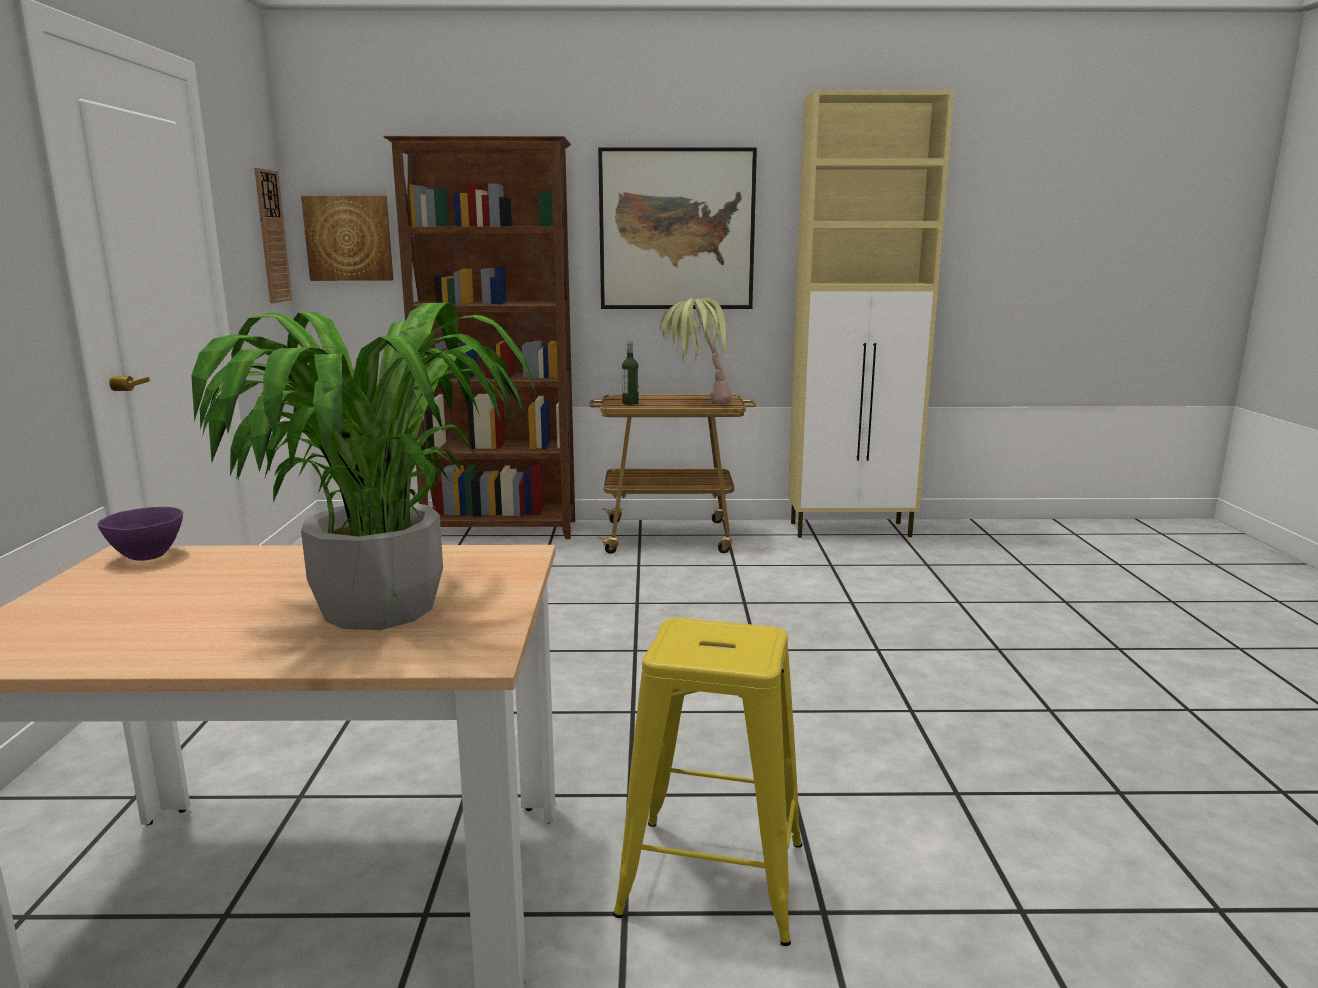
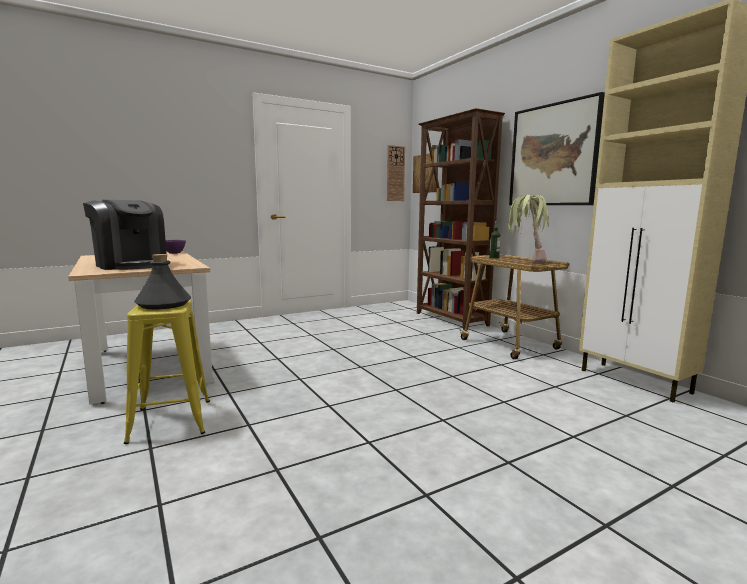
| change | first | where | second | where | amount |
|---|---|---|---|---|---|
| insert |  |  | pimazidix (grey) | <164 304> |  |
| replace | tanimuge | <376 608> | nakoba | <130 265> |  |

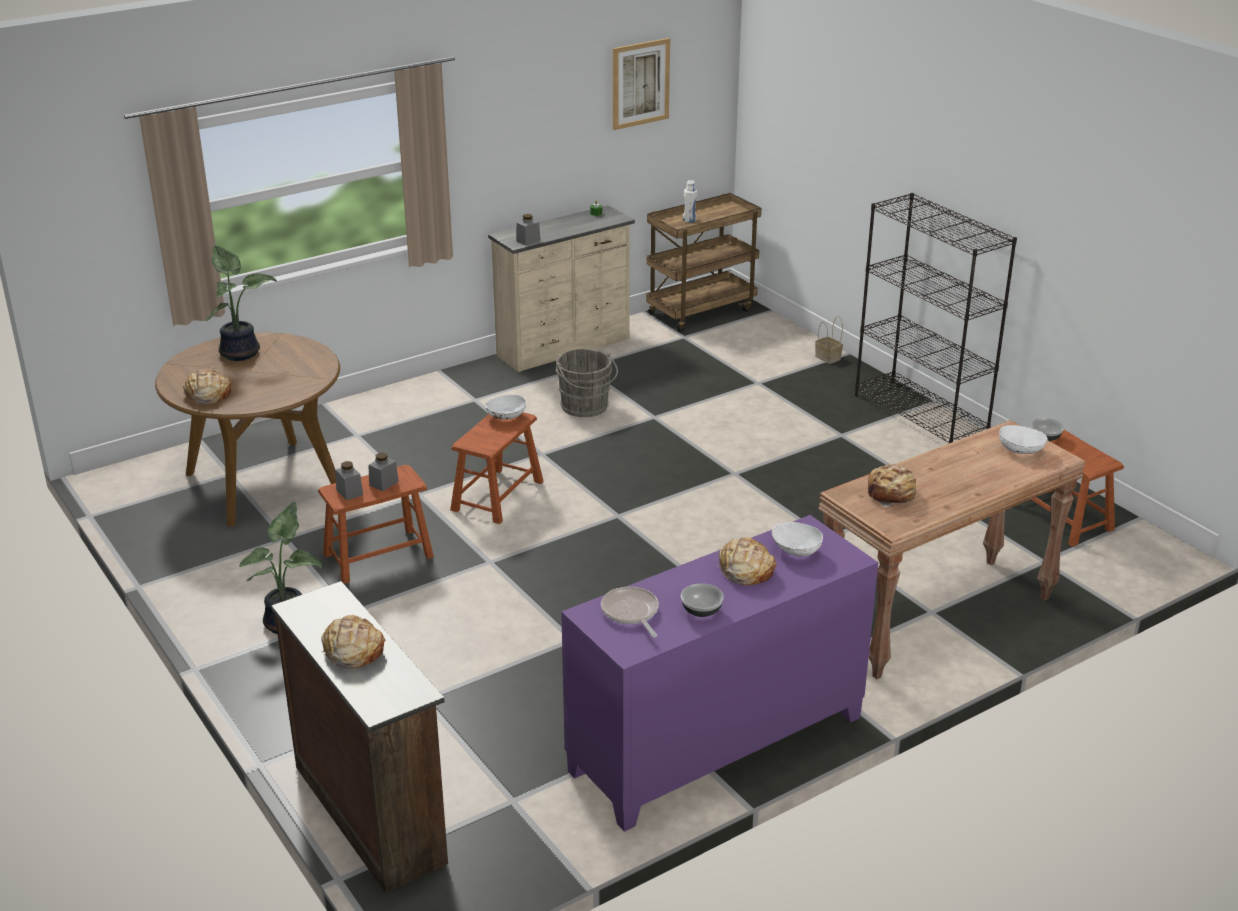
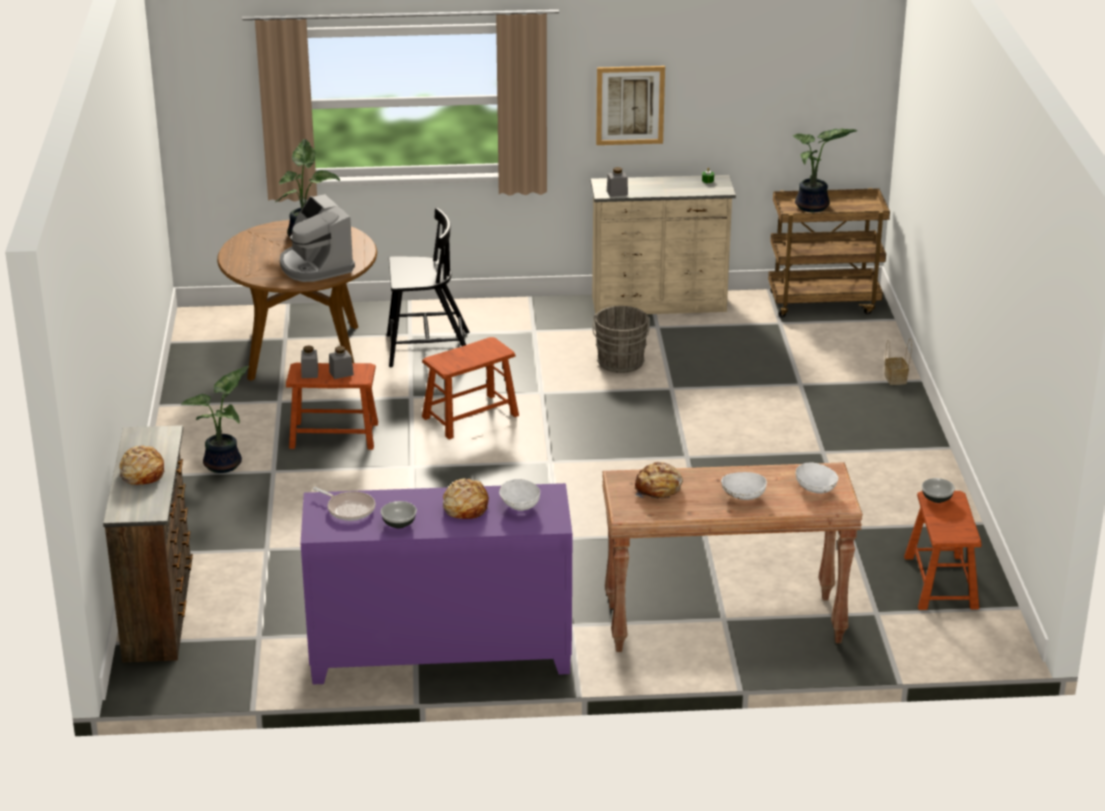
| change | first | where | second | where | amount |
|---|---|---|---|---|---|
| delete | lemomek | <207 395> |  |  |  |
| delete | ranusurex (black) | <921 415> |  |  |  |
| insert |  |  | nakoba | <315 266> |  |
| insert |  |  | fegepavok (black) | <427 349> |  |
| move | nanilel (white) | <506 417> |  | <743 496> |  |
| move | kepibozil | <640 83> |  | <630 105> |  |
| replace | pimazidix (white) | <689 220> | tanimuge | <813 207> |  |
| rotate | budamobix | <631 613> |  | <349 509> | 120 degrees clockwise |

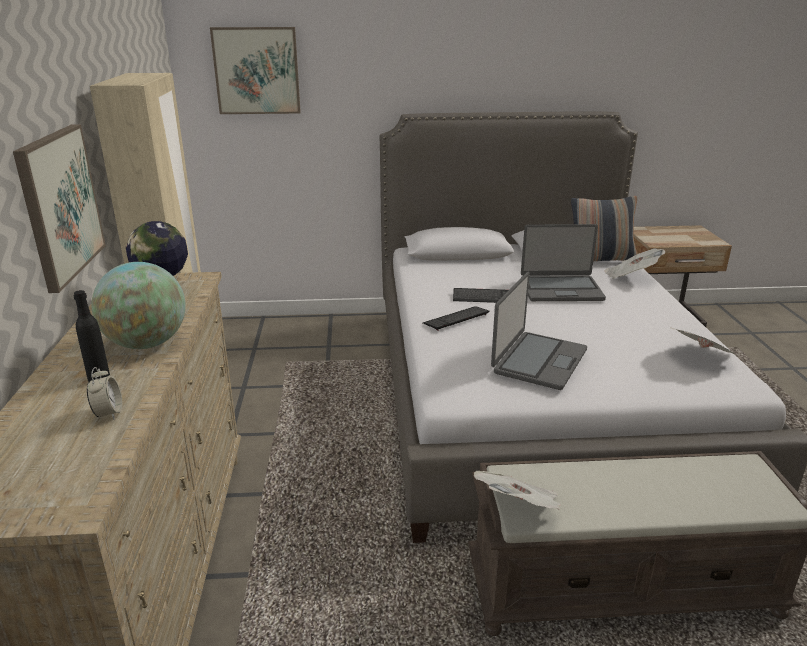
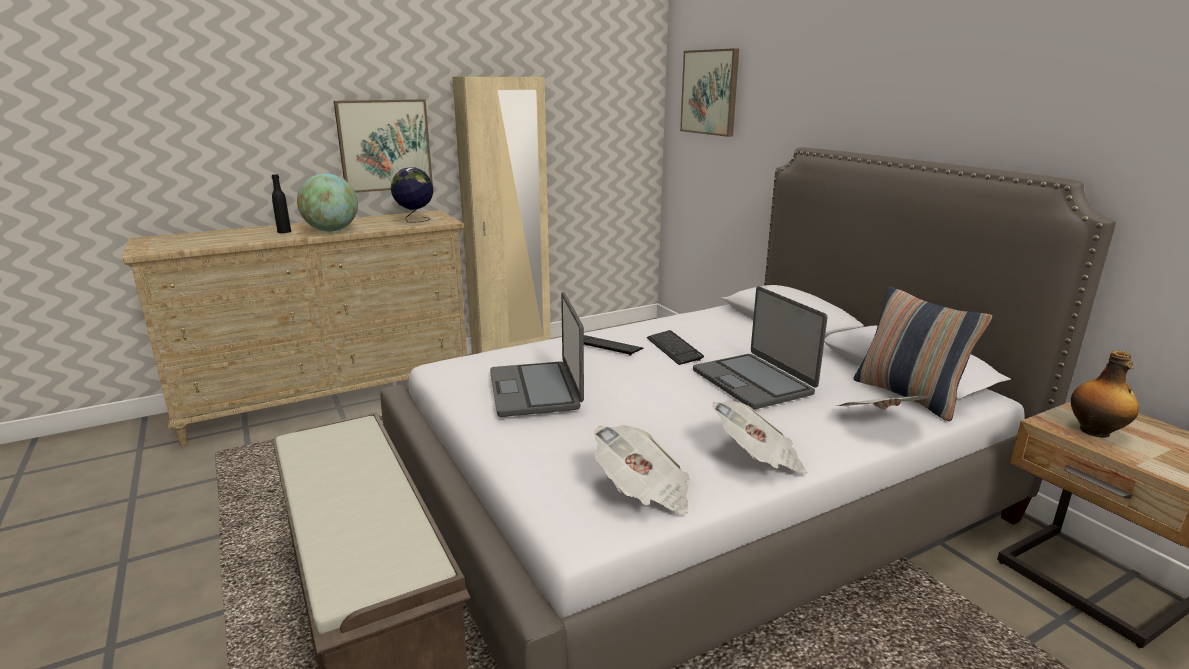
| change | first | where | second | where | amount |
|---|---|---|---|---|---|
| delete | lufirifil | <108 413> |  |  |  |
| insert |  |  | pimazidix | <1095 432> |  |
| move | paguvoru | <519 508> |  | <758 459> |  |
| rotate | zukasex | <538 361> |  | <536 390> | 75 degrees clockwise |

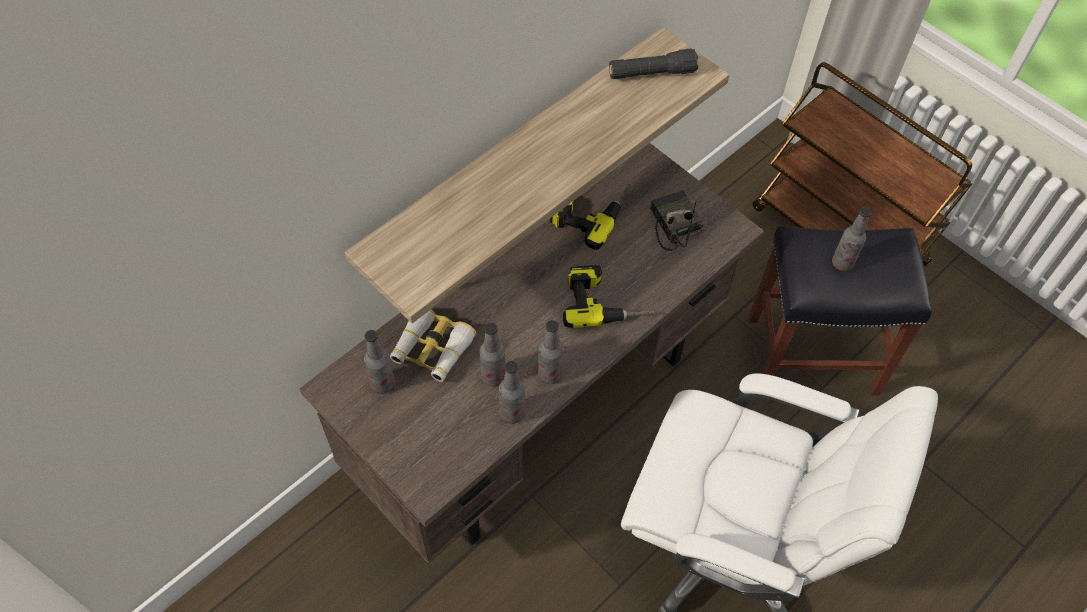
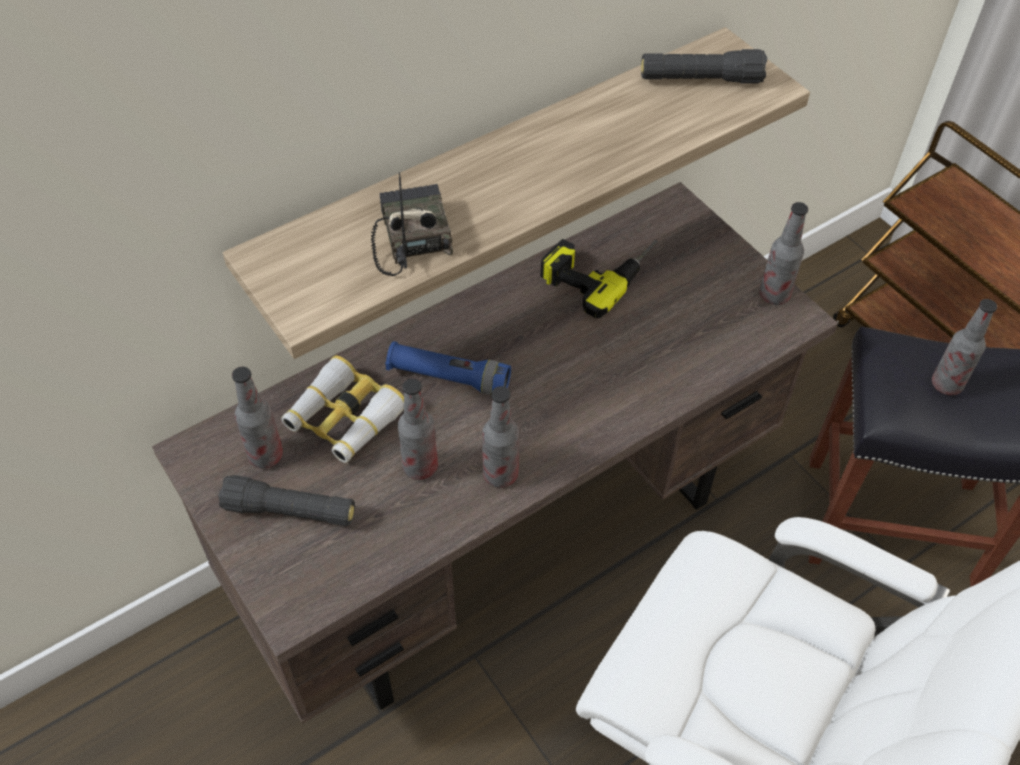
| change | first | where | second | where | amount |
|---|---|---|---|---|---|
| delete | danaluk | <606 300> |  |  |  |
| insert |  |  | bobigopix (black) | <290 511> |  |
| insert |  |  | bobigopix (blue) | <448 378> |  |
| move | pimazidix | <512 413> |  | <774 295> |  |
| move | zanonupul | <672 224> |  | <410 237> |  |

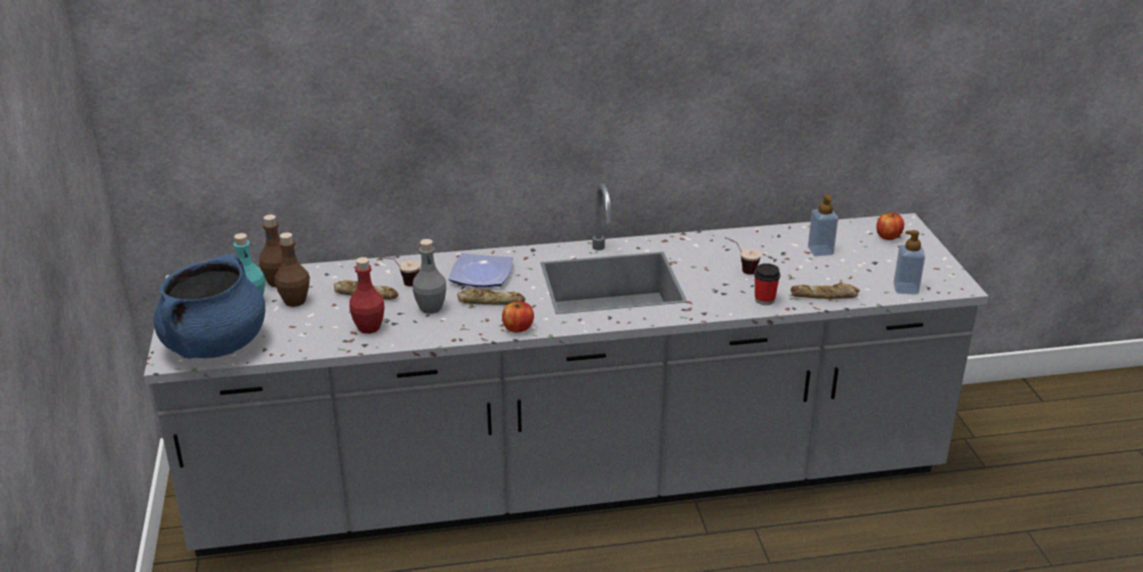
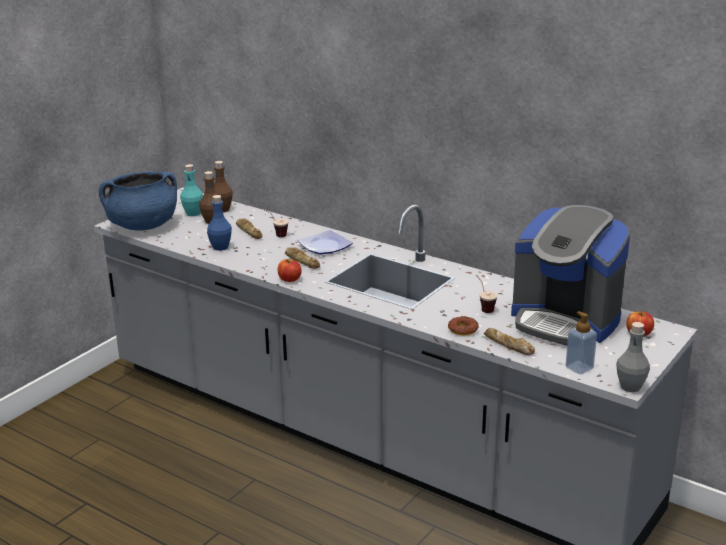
| change | first | where | second | where | amount |
|---|---|---|---|---|---|
| move | pimazidix (grey) | <431 308> |  | <630 387> |  |
| replace | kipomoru | <764 300> | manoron | <463 329> |  |
| replace | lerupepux | <820 251> | nakoba | <565 320> |  |
| recolor | pimazidix (red) | <369 327> | pimazidix (blue) | <220 247> |  |

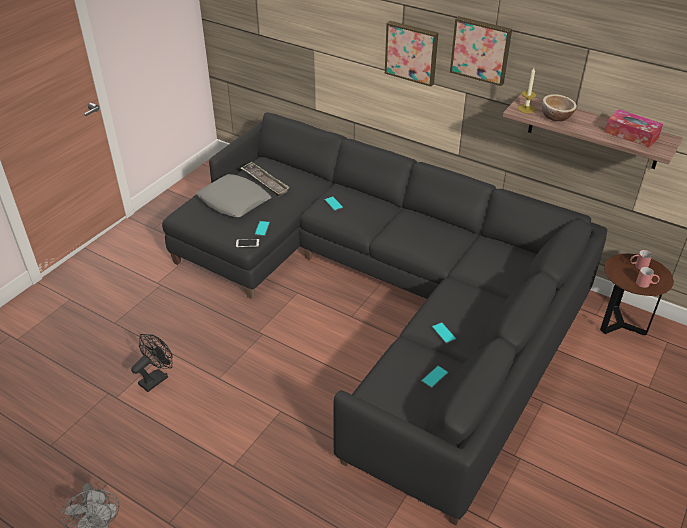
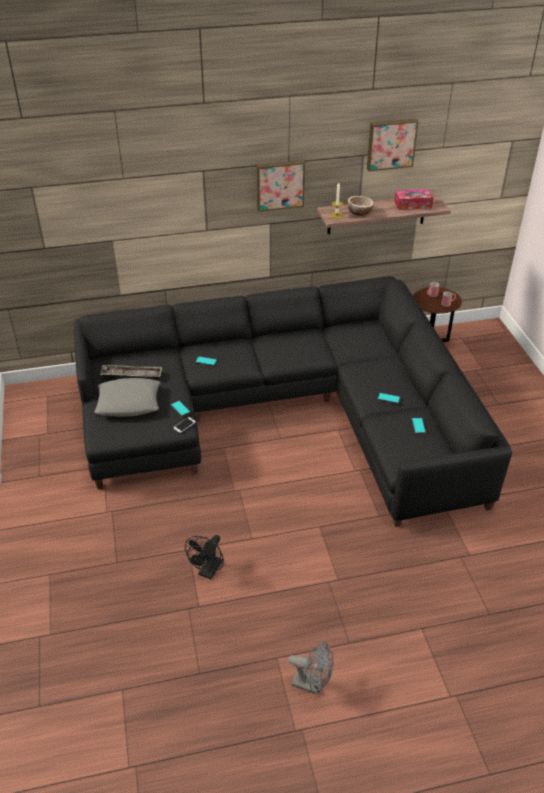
| change | first | where | second | where | amount |
|---|---|---|---|---|---|
| move | kepibozil | <412 52> |  | <391 144> |  |
| rotate | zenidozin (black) | <157 378> |  | <208 571> | 150 degrees counterclockwise |

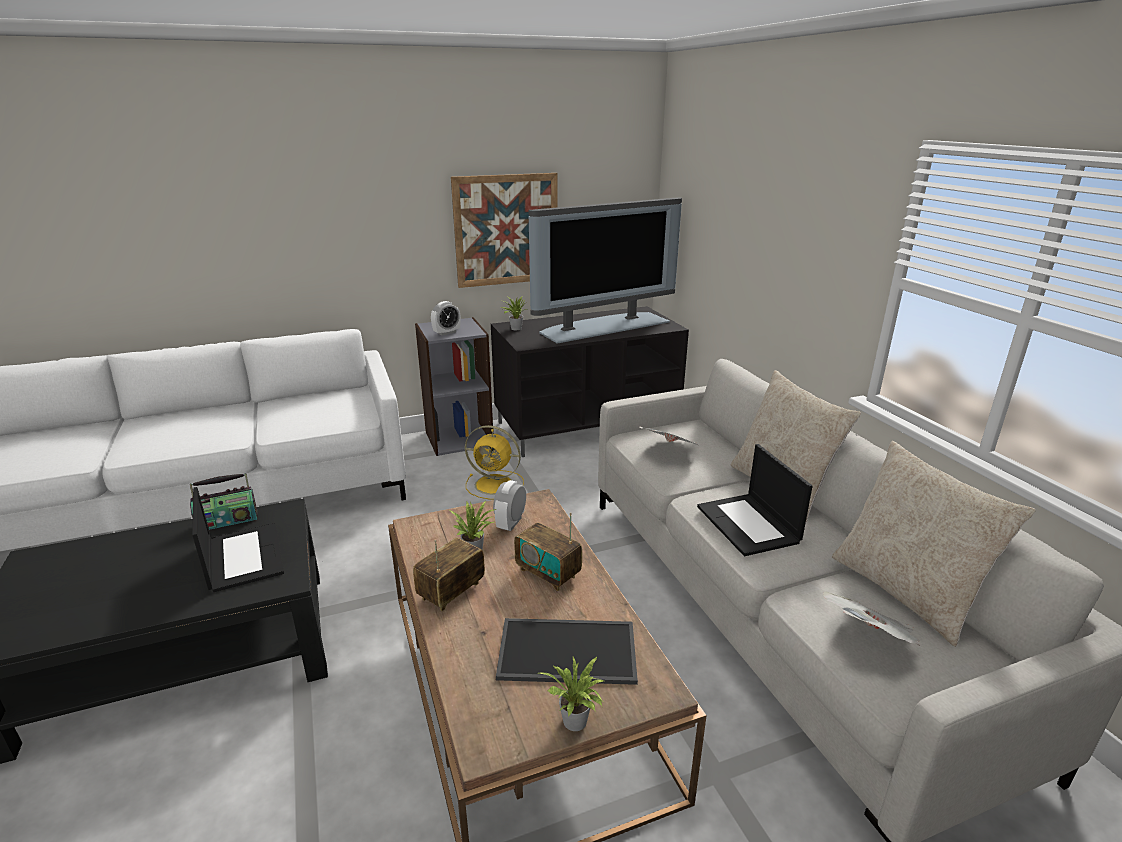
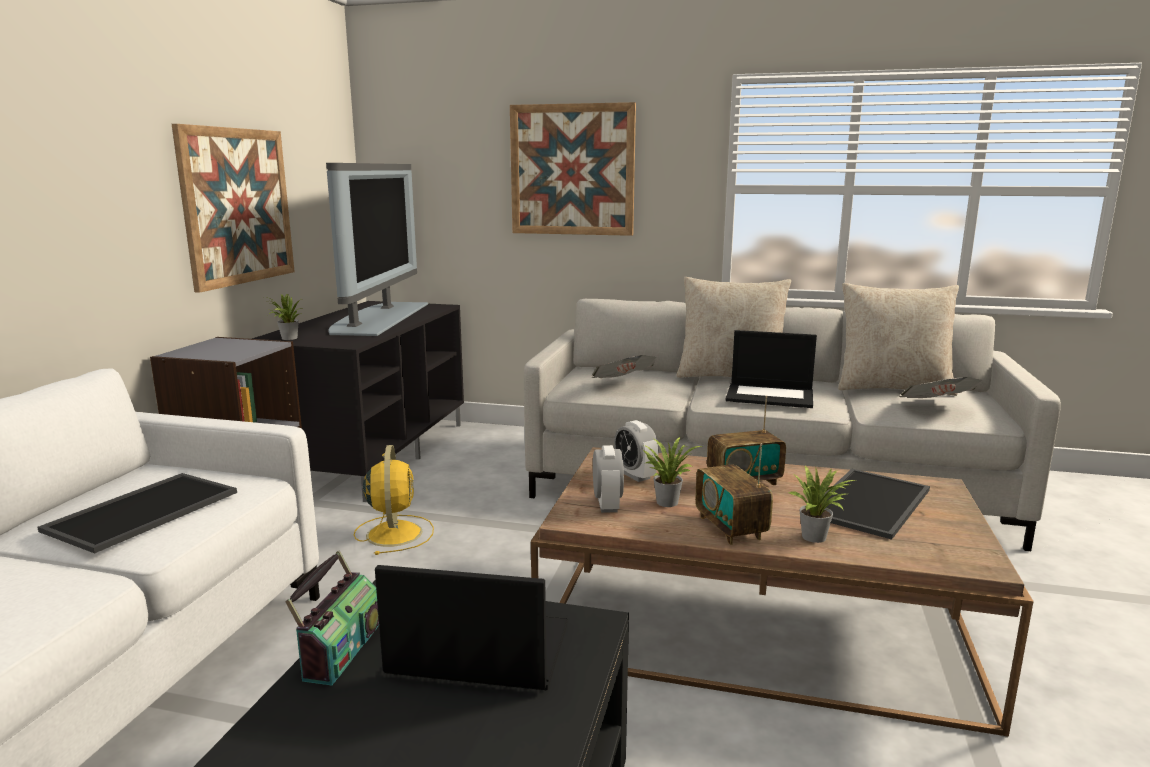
| change | first | where | second | where | amount |
|---|---|---|---|---|---|
| insert |  |  | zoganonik | <143 510> |  |
| insert |  |  | kepibozil | <572 170> |  |
| move | lufirifil | <446 333> |  | <607 505> |  |
| move | tanimuge | <575 724> |  | <817 537> |  |
| rotate | zenidozin (yellow) | <495 485> |  | <394 533> | 60 degrees counterclockwise |

